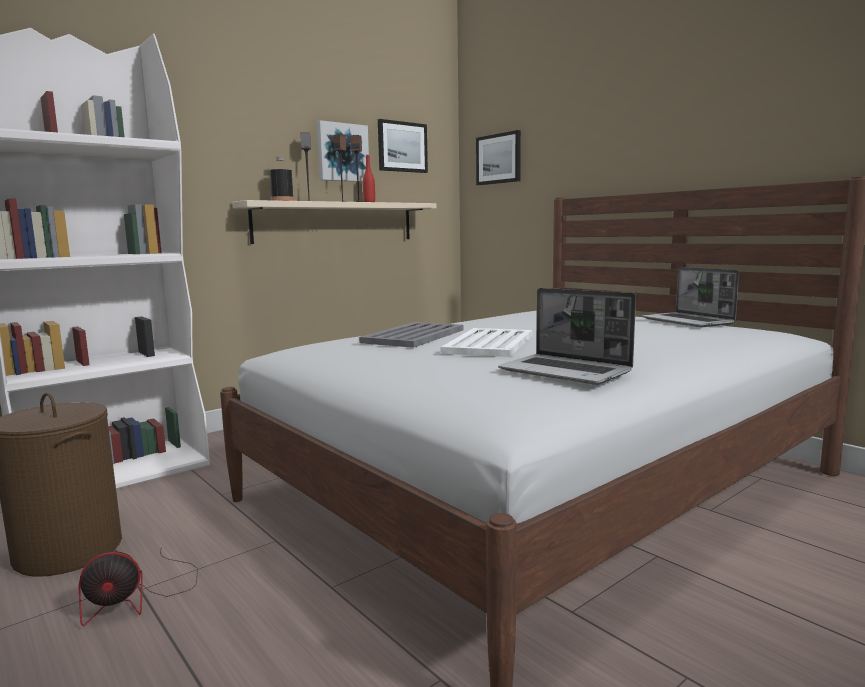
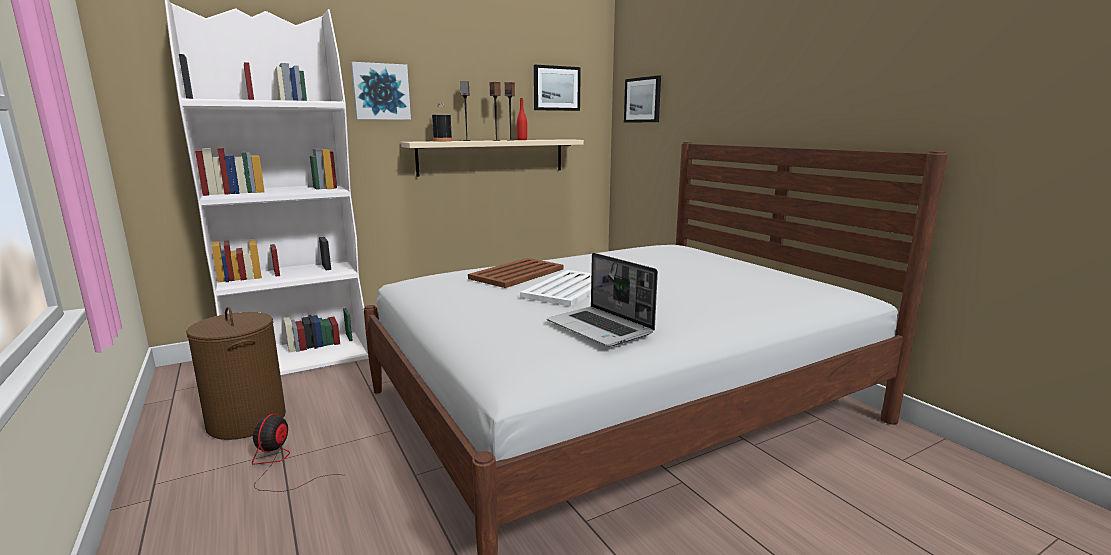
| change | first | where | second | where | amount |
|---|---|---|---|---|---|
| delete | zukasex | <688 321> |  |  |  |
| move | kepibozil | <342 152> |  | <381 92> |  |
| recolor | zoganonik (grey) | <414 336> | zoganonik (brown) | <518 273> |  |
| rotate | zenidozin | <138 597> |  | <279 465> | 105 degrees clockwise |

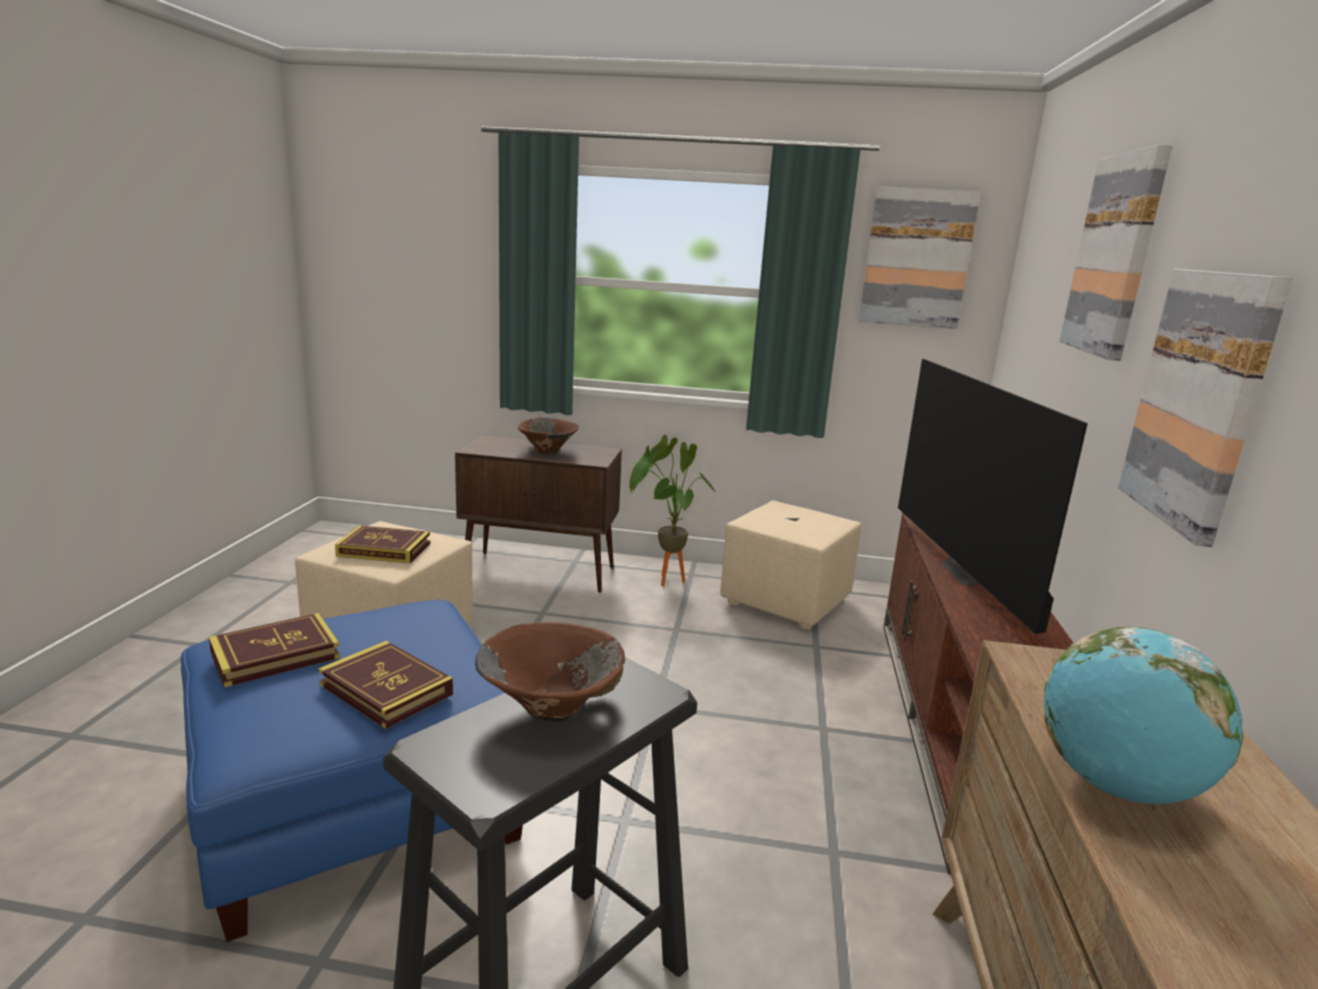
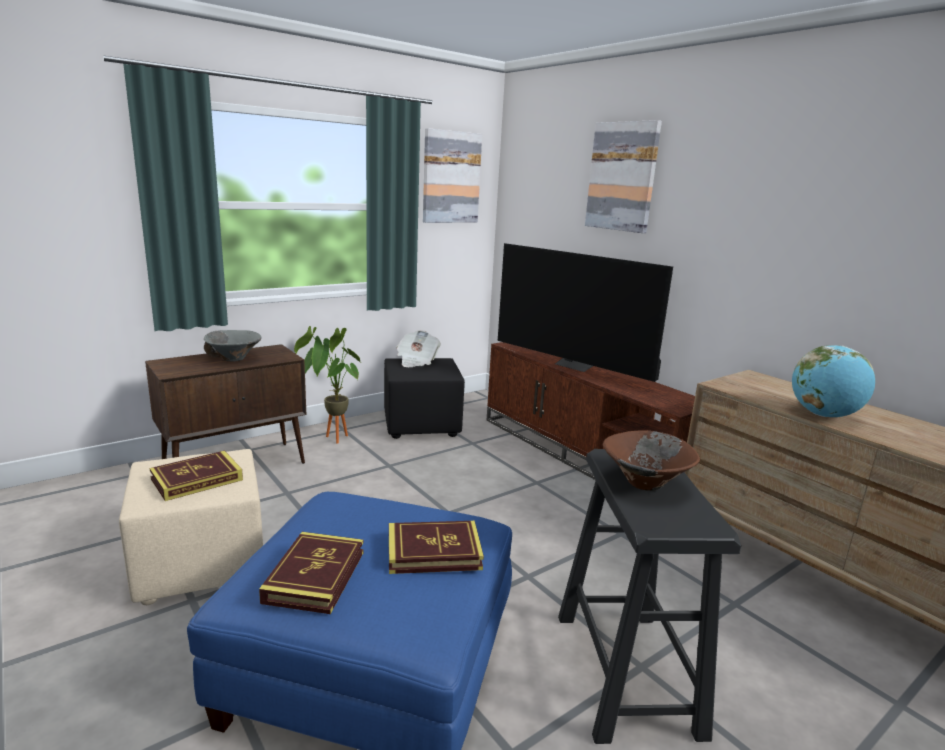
| change | first | where | second | where | amount |
|---|---|---|---|---|---|
| delete | kepibozil | <1199 400> |  |  |  |
| insert |  |  | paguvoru | <416 361> |  |
| recolor | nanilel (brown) | <547 451> | nanilel (grey) | <234 359> |  |
| recolor | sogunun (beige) | <786 602> | sogunun (black) | <422 425> |  |

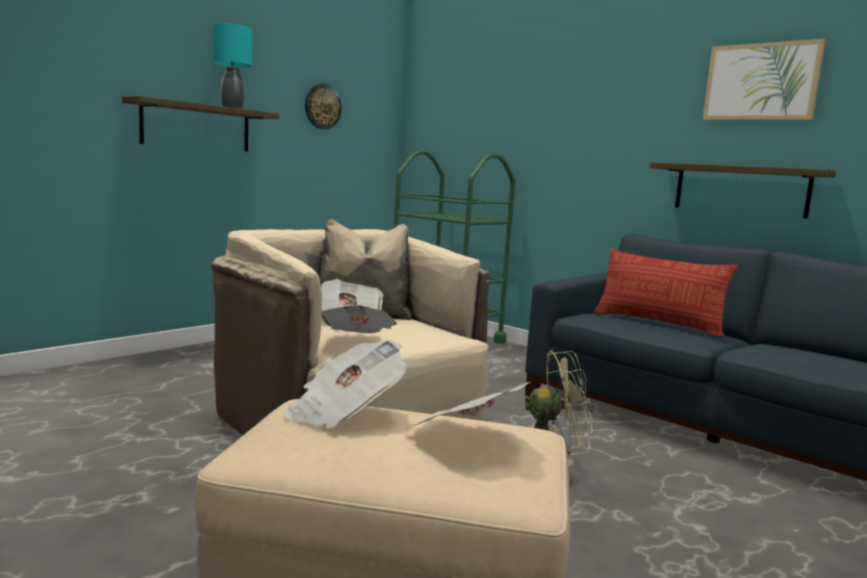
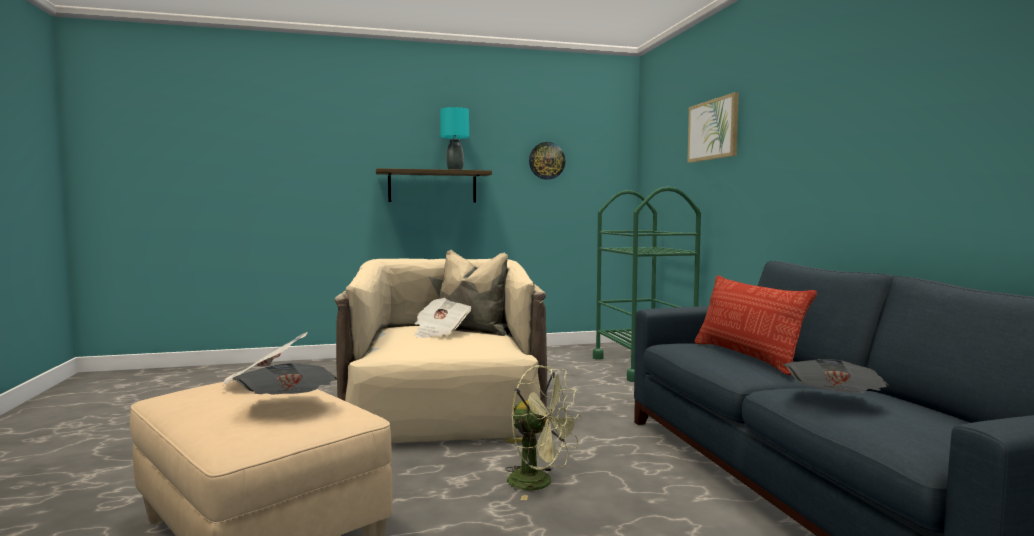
| change | first | where | second | where | amount |
|---|---|---|---|---|---|
| delete | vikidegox | <740 190> |  |  |  |
| move | paguvoru | <357 342> |  | <834 402> |  |
| move | kepibozil | <761 82> |  | <713 130> |  |

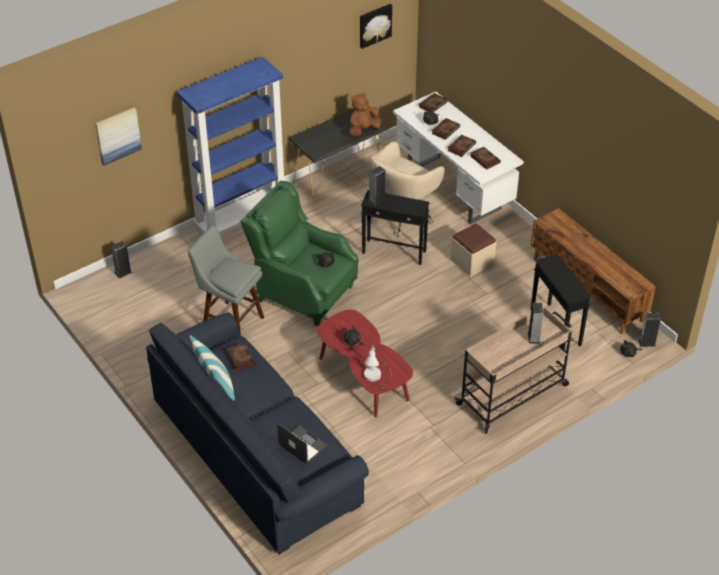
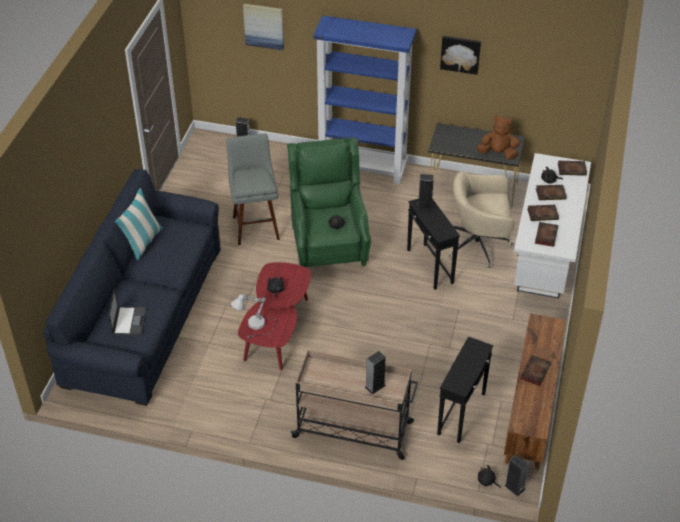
| change | first | where | second | where | amount |
|---|---|---|---|---|---|
| delete | sogunun (beige) | <472 262> |  |  |  |
| move | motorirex | <240 357> |  | <535 371> |  |
| move | kepibozil | <374 25> |  | <460 54> |  |

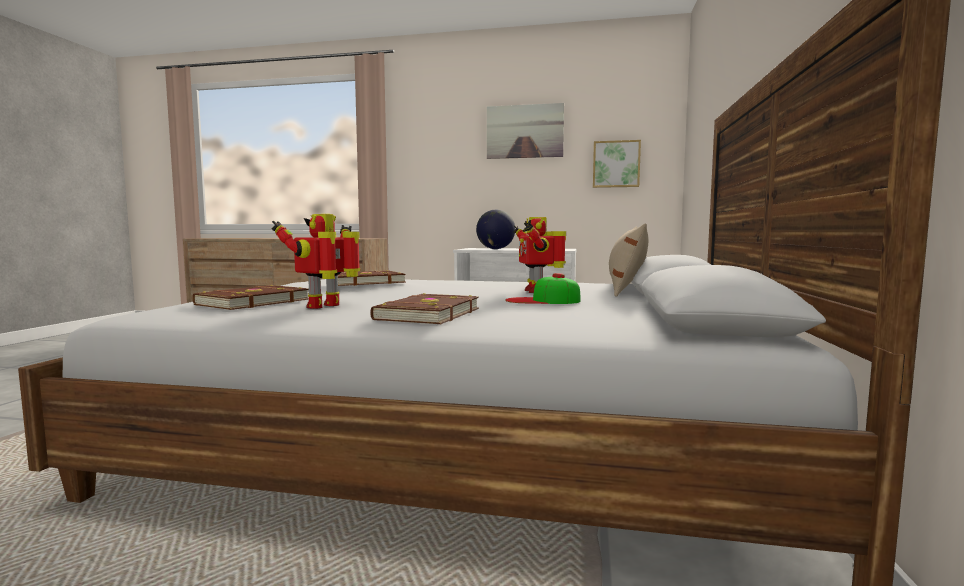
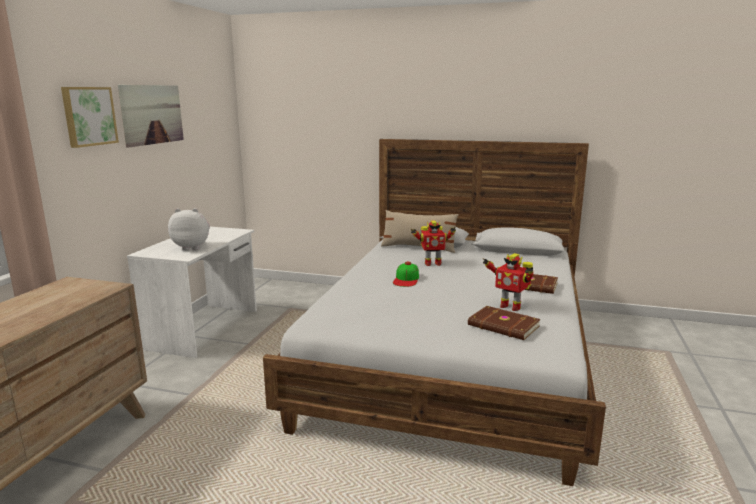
| change | first | where | second | where | amount |
|---|---|---|---|---|---|
| delete | motorirex (brown) | <365 282> |  |  |  |
| move | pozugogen | <542 301> |  | <406 279> |  |
| move | kepibozil | <616 164> |  | <88 116> |  |
| replace | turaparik | <495 249> | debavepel | <192 247> |  |

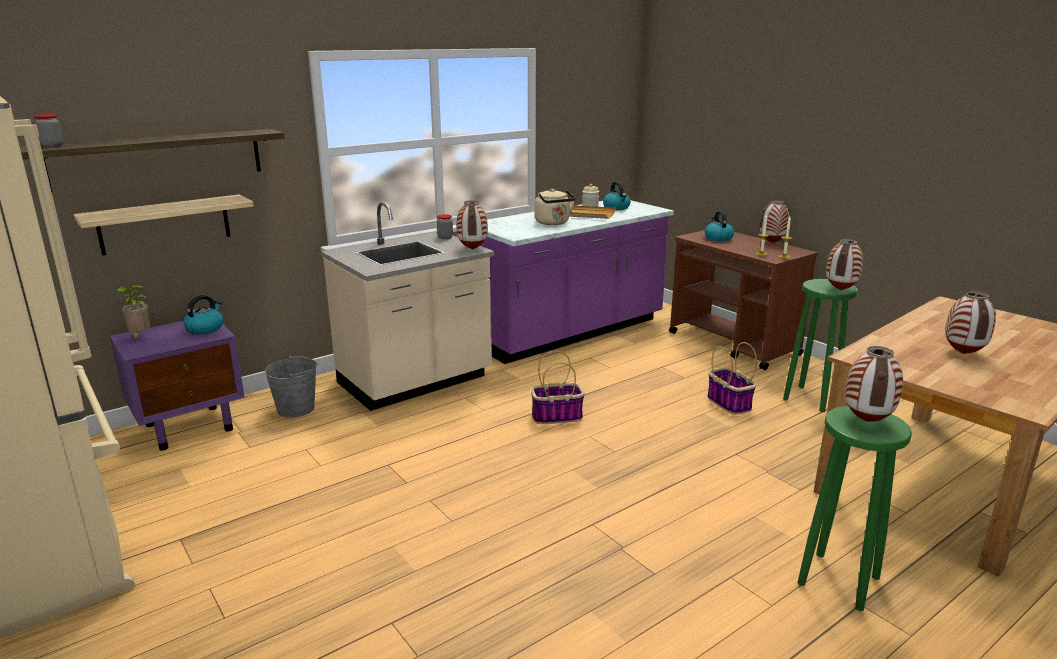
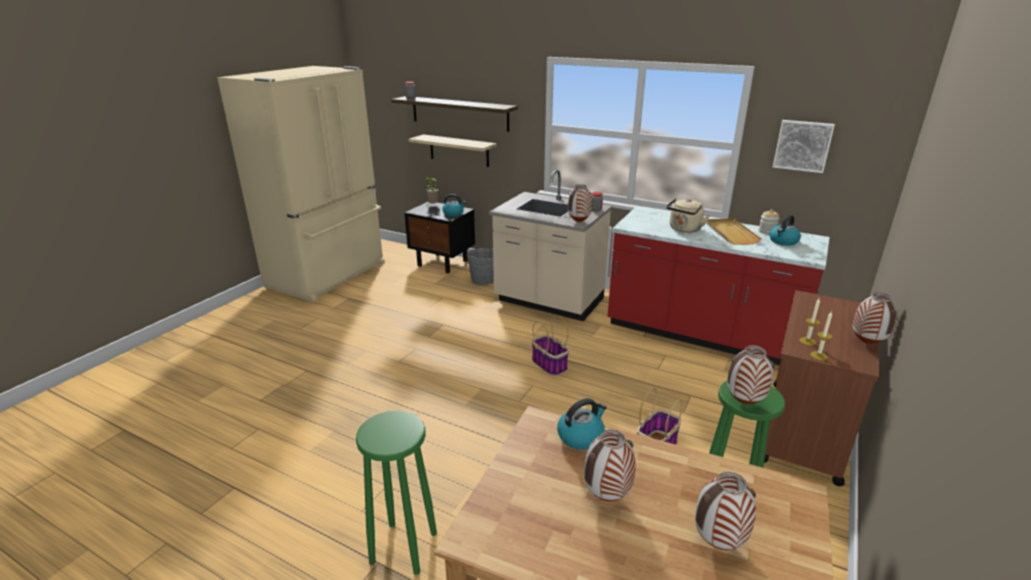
| change | first | where | second | where | amount |
|---|---|---|---|---|---|
| insert |  |  | kepibozil | <802 145> |  |
| move | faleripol | <718 238> |  | <581 436> |  |
| move | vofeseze | <866 421> |  | <718 542> |  |
| recolor | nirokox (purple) | <191 426> | nirokox (black) | <443 263> |  |
| recolor | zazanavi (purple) | <570 333> | zazanavi (red) | <701 335> |  |

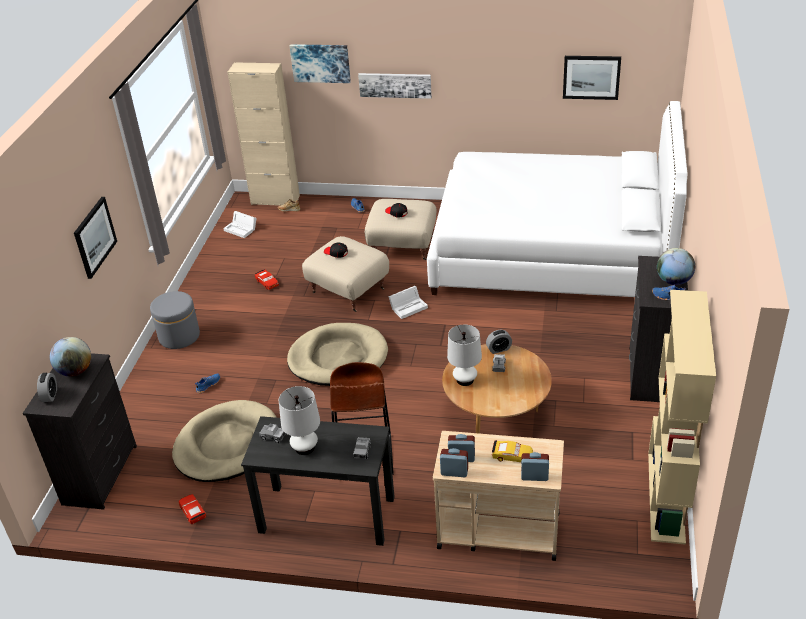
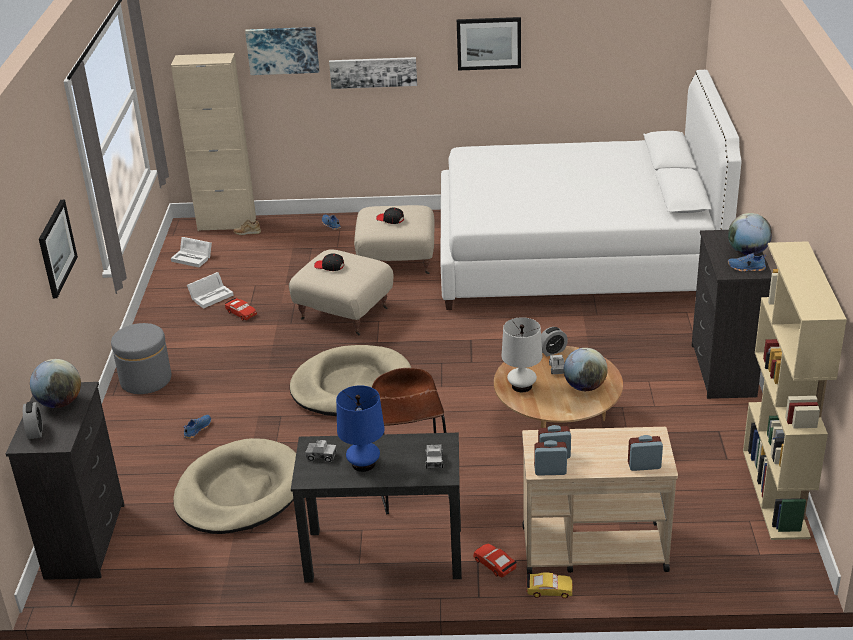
| change | first | where | second | where | amount |
|---|---|---|---|---|---|
| insert |  |  | turaparik | <584 387> |  |
| move | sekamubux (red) | <193 512> |  | <494 564> |  |
| move | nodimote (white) | <409 307> |  | <212 296> |  |
| move | sekamubux (yellow) | <512 456> |  | <549 589> |  |
| move | kepibozil | <591 77> |  | <489 43> |  |
| recolor | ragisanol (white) | <304 447> | ragisanol (blue) | <363 464> |  |

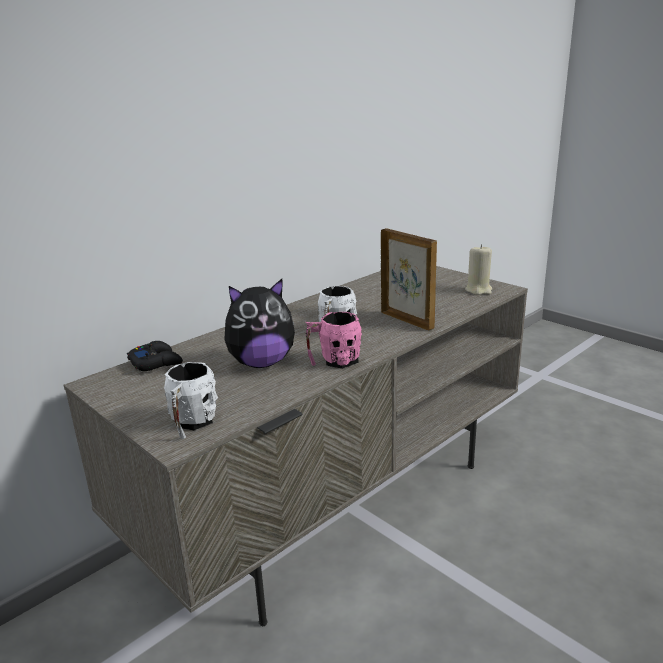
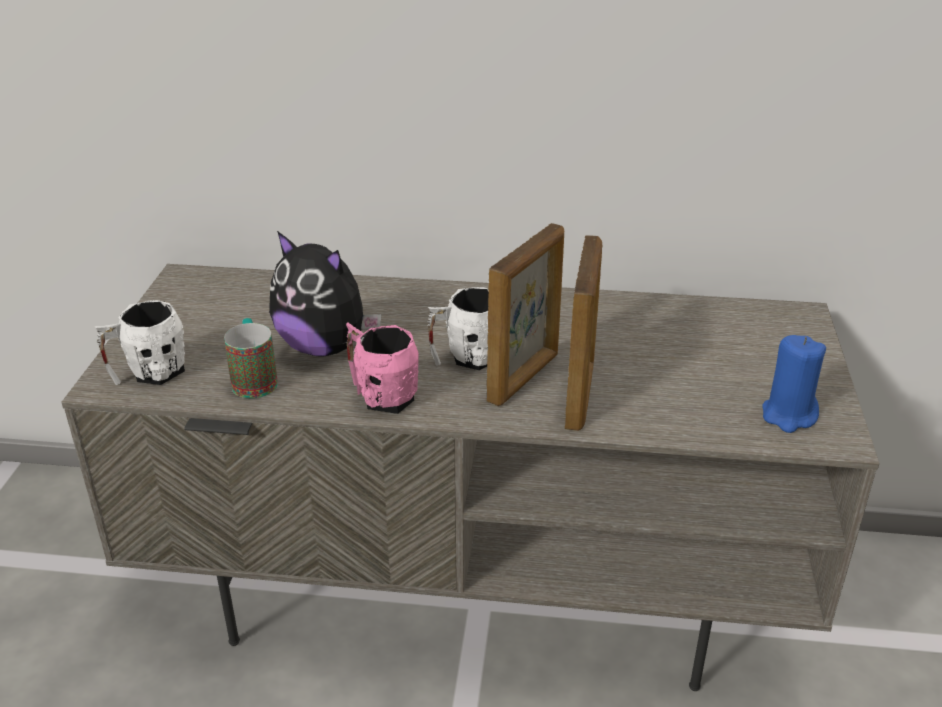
| change | first | where | second | where | amount |
|---|---|---|---|---|---|
| delete | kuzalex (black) | <156 362> |  |  |  |
| insert |  |  | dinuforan | <254 379> |  |
| insert |  |  | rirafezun | <524 378> |  |
| recolor | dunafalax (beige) | <478 290> | dunafalax (blue) | <788 415> |  |

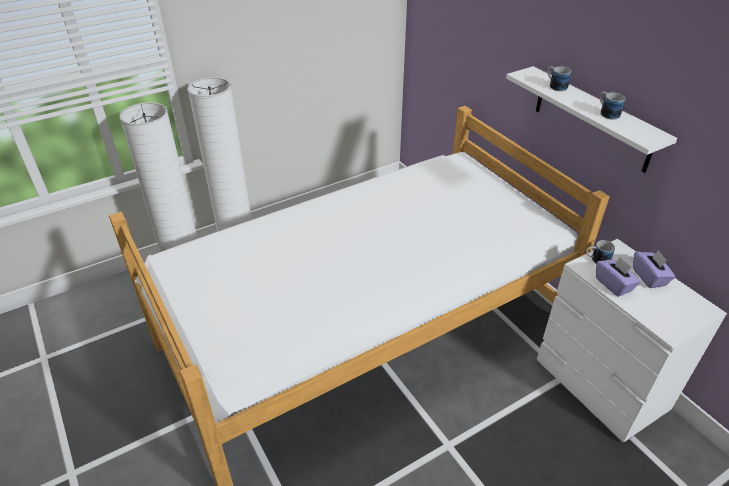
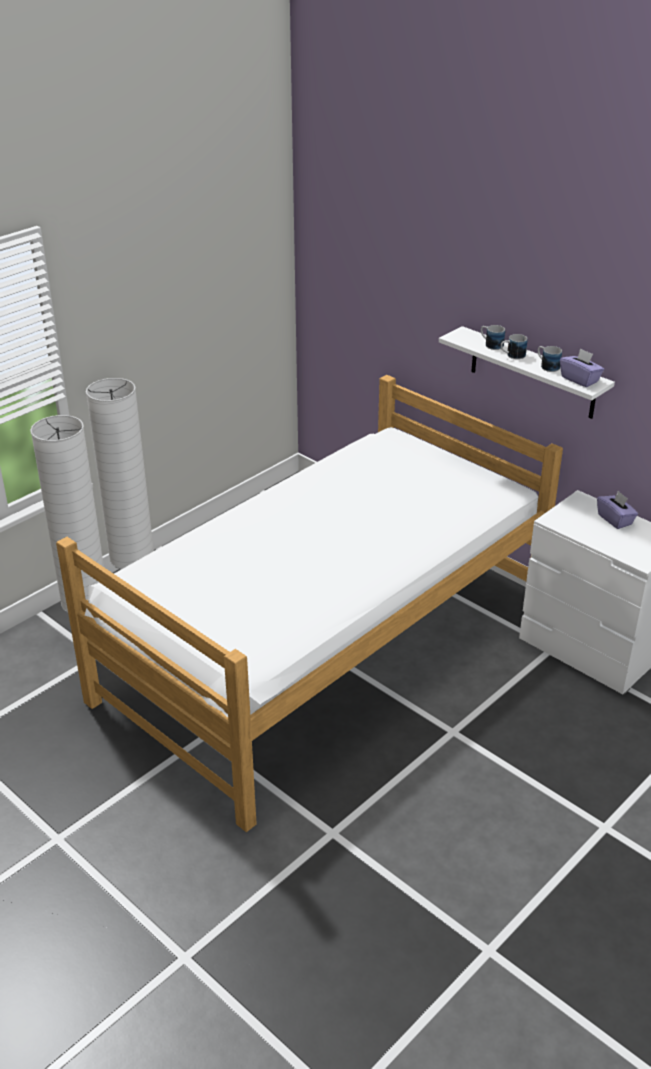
| change | first | where | second | where | amount |
|---|---|---|---|---|---|
| move | dinuforan | <596 260> |  | <512 356> |  |
| move | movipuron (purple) | <613 284> |  | <580 379> |  |

